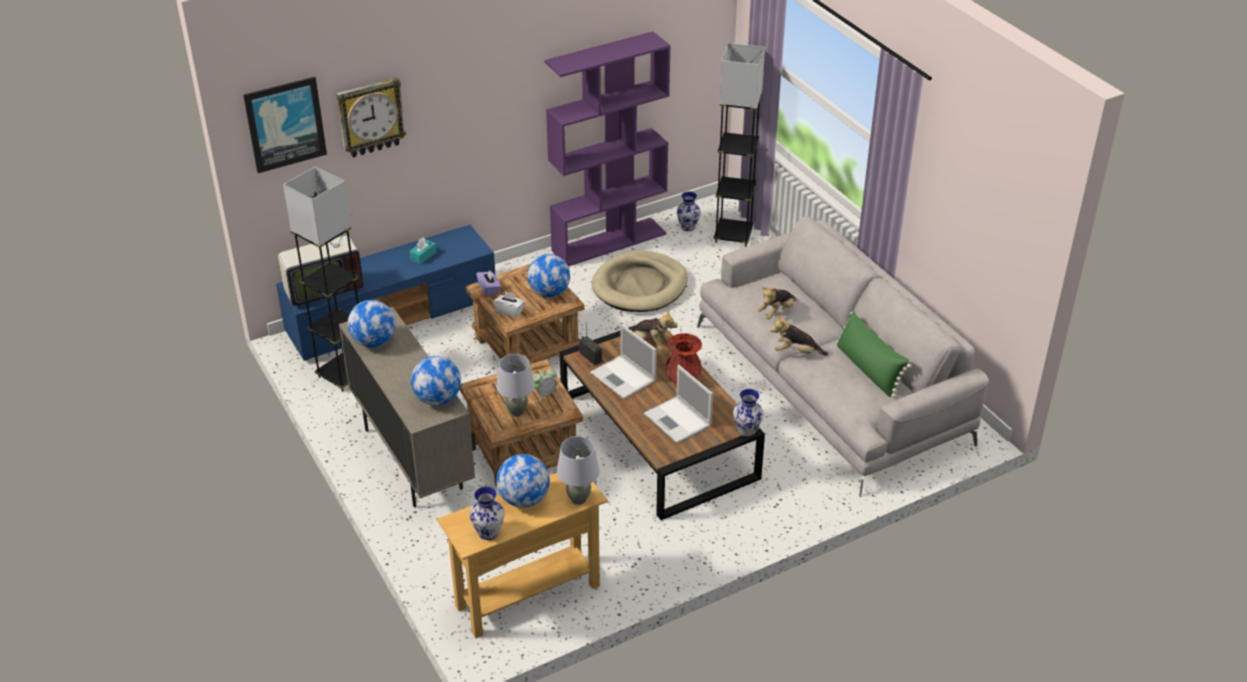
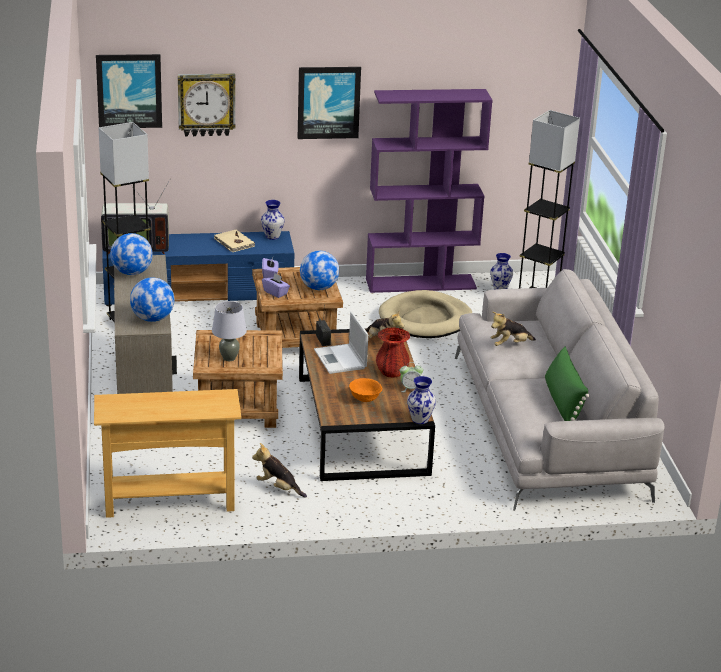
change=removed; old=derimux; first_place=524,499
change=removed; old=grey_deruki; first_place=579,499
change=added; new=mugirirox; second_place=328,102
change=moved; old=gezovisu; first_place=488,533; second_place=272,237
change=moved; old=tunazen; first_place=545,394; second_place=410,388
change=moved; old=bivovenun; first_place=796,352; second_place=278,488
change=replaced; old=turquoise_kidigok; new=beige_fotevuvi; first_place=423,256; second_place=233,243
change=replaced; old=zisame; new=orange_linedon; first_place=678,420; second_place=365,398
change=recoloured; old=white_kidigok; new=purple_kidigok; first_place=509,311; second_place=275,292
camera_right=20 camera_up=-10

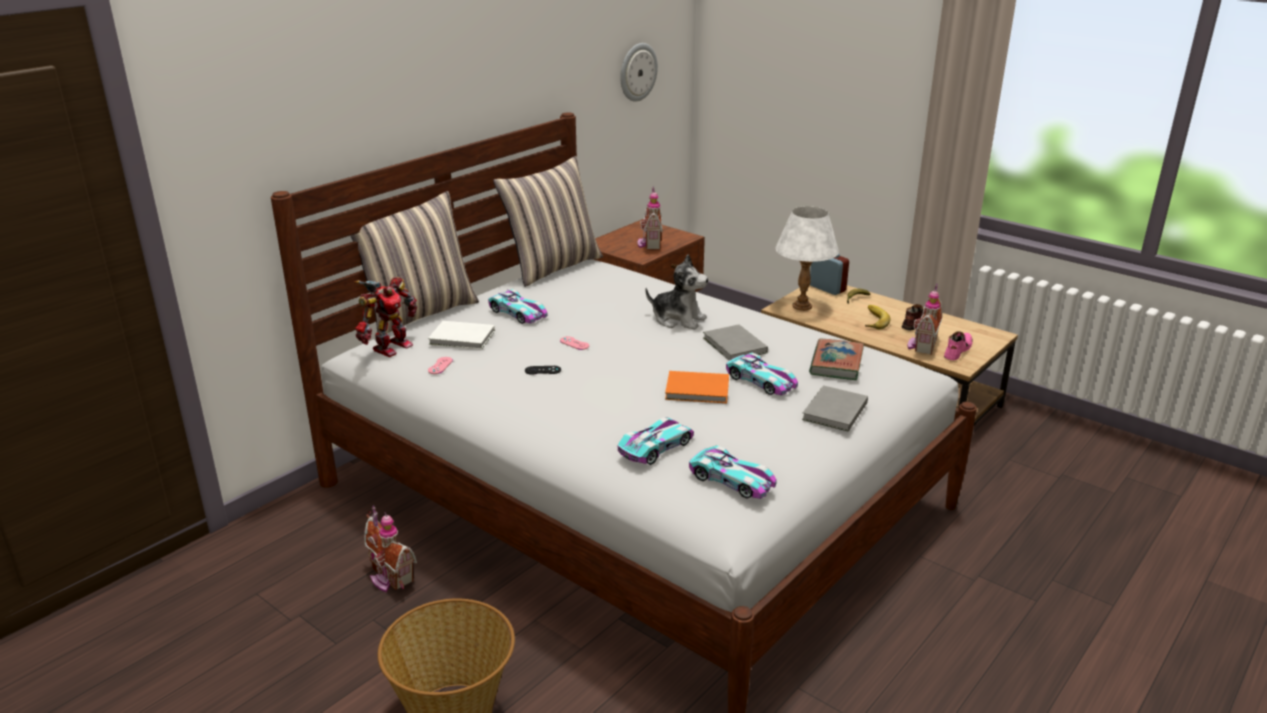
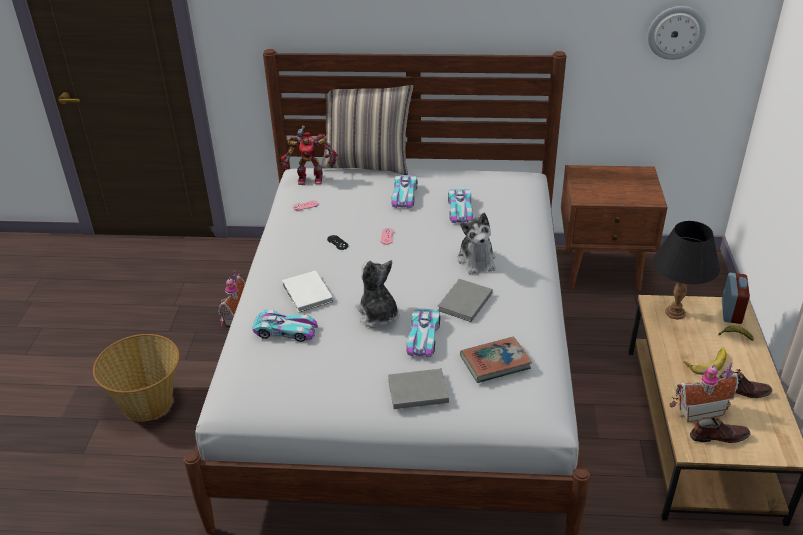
change=removed; old=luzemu; first_place=552,267
change=removed; old=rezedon; first_place=649,243
change=moved; old=white_fotevuvi; first_place=463,338; second_place=307,294
change=moved; old=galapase; first_place=732,480; second_place=460,210
change=replaced; old=orange_fotevuvi; new=bivovenun; first_place=699,390; second_place=378,315
change=recoloured; old=white_deruki; new=black_deruki; first_place=801,306; second_place=674,312
change=recoloured; old=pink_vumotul; new=brown_vumotul; first_place=957,350; second_place=718,436
camera_right=55 camera_up=10

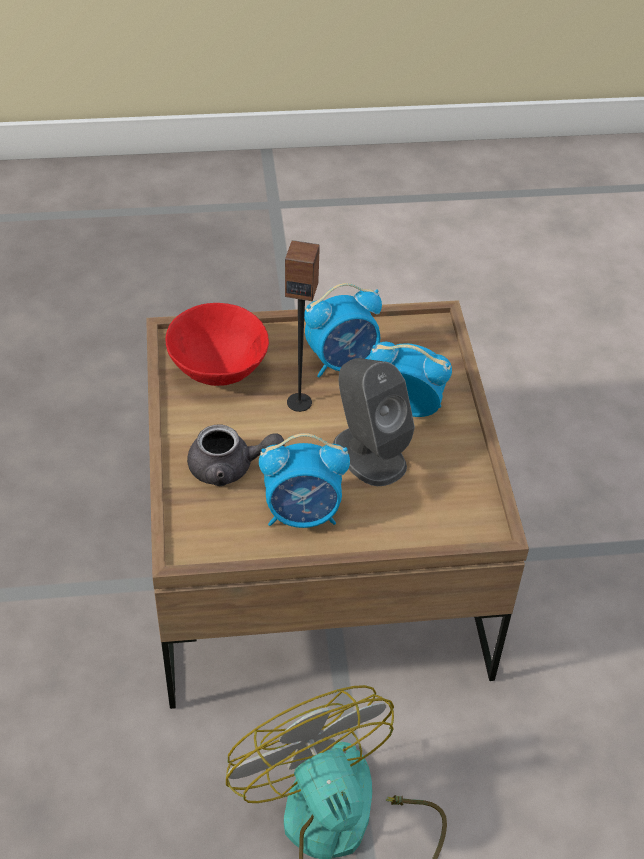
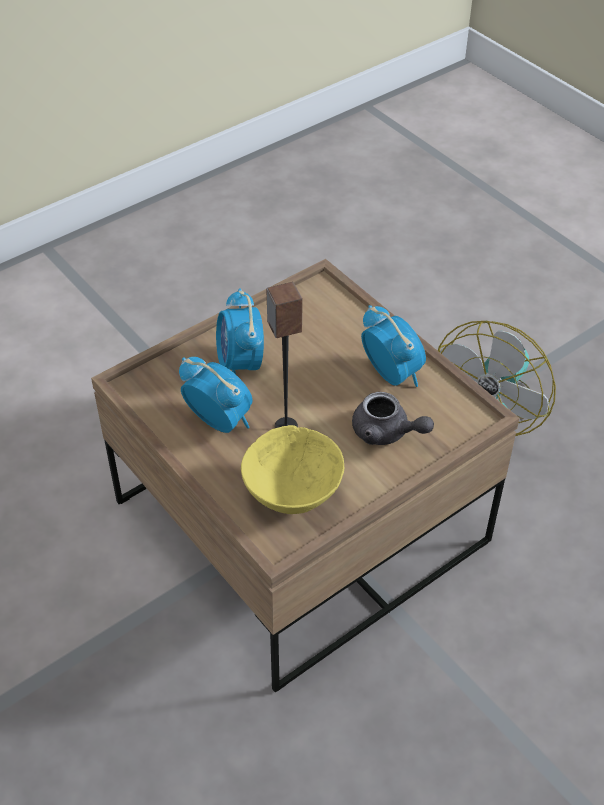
change=removed; old=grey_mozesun; first_place=368,454
change=recoloured; old=red_linedon; new=yellow_linedon; first_place=217,372; second_place=294,495
change=turned; old=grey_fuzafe; first_place=230,468; second_place=386,433; degrees=150
camera_right=-120 camera_up=0

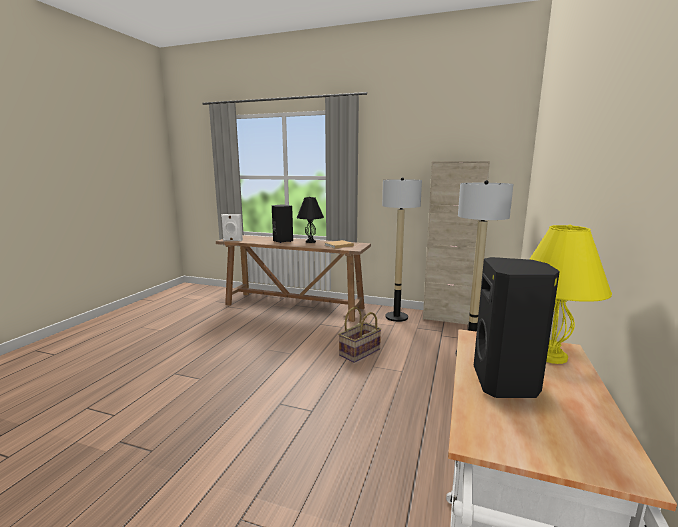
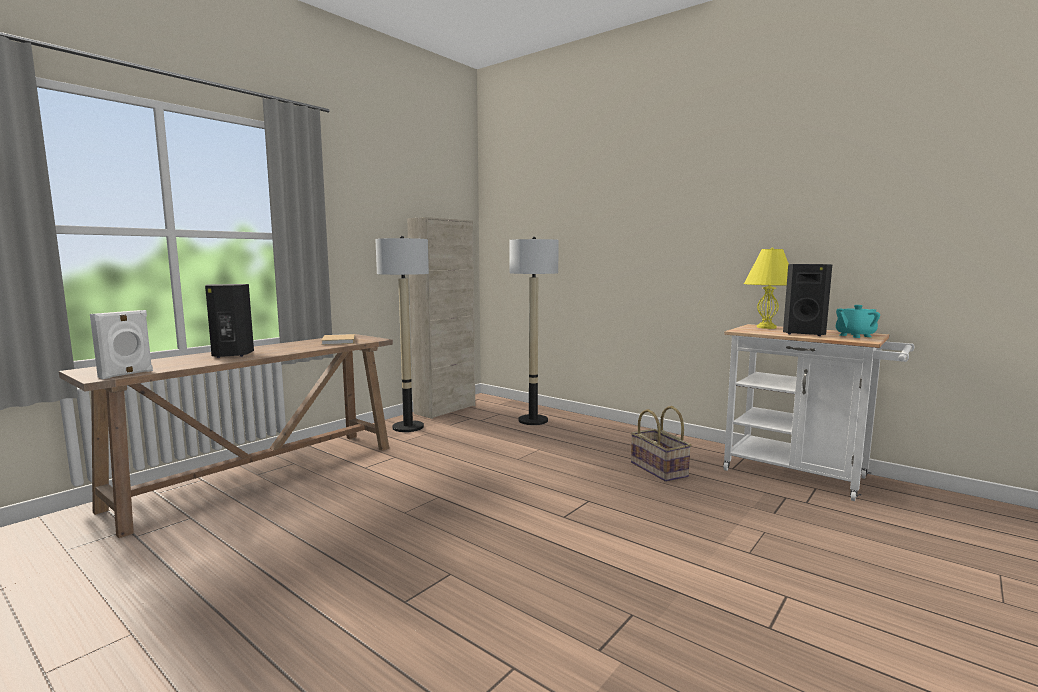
change=removed; old=black_deruki; first_place=310,242
change=added; new=turquoise_fuzafe; second_place=854,336
change=moved; old=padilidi; first_place=360,352; second_place=659,469
camera_right=-70 camera_up=-5

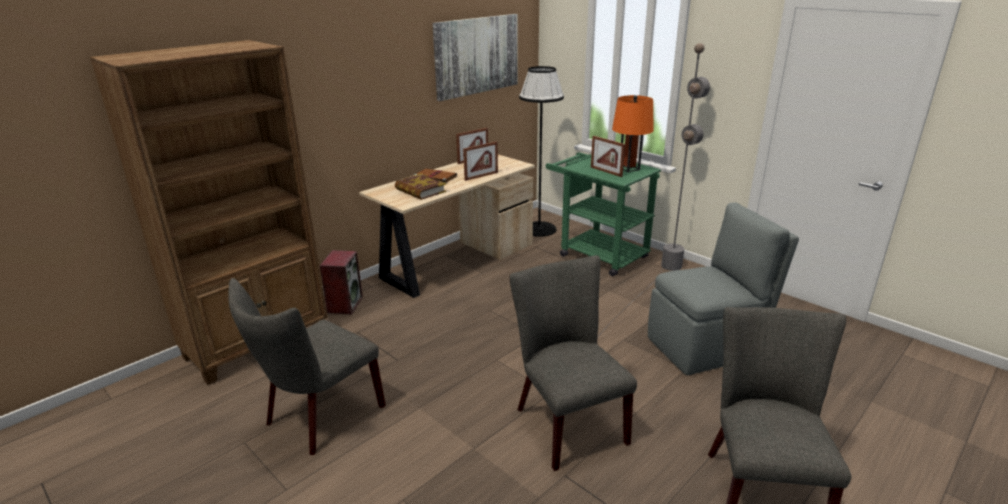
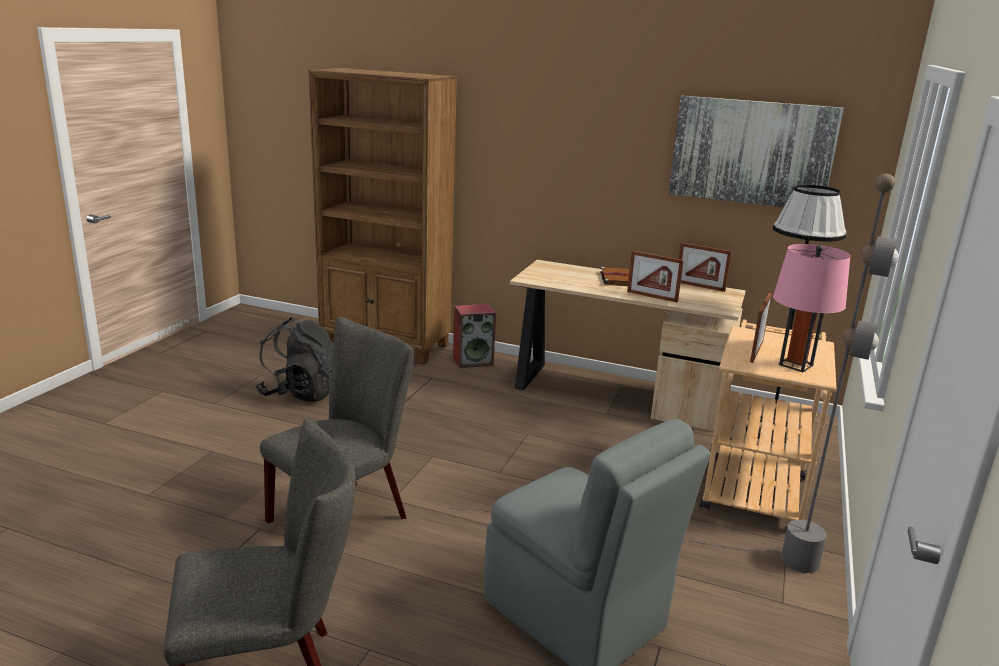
change=removed; old=fotevuvi; first_place=420,190
change=replaced; old=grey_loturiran; new=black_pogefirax; first_place=319,418; second_place=300,393
change=recoloured; old=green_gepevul; new=beige_gepevul; first_place=597,254; second_place=754,486
change=recoloured; old=orange_deruki; new=pink_deruki; first_place=629,168; second_place=796,365
camera_right=65 camera_up=-5

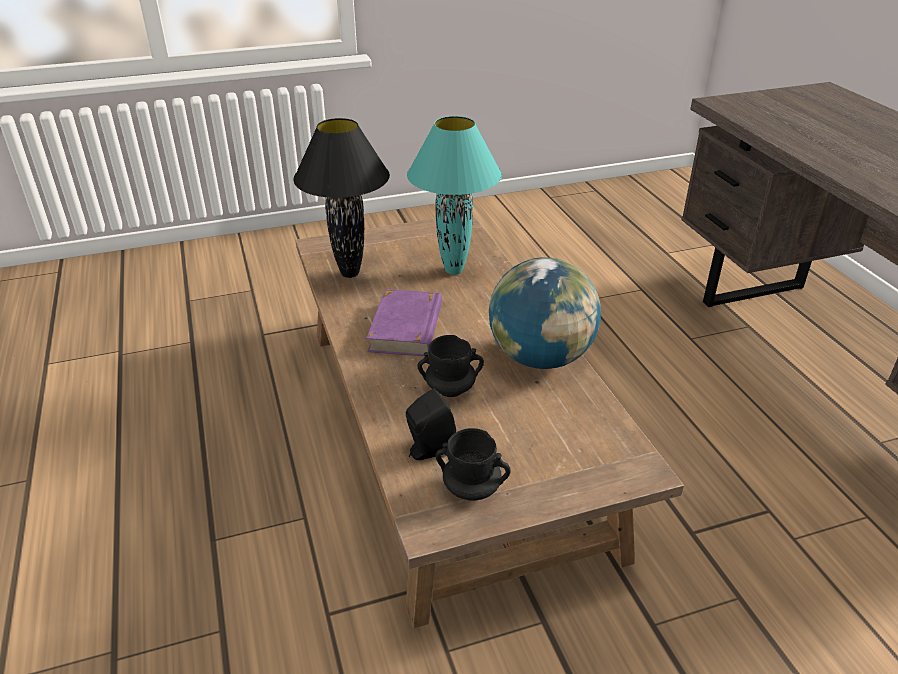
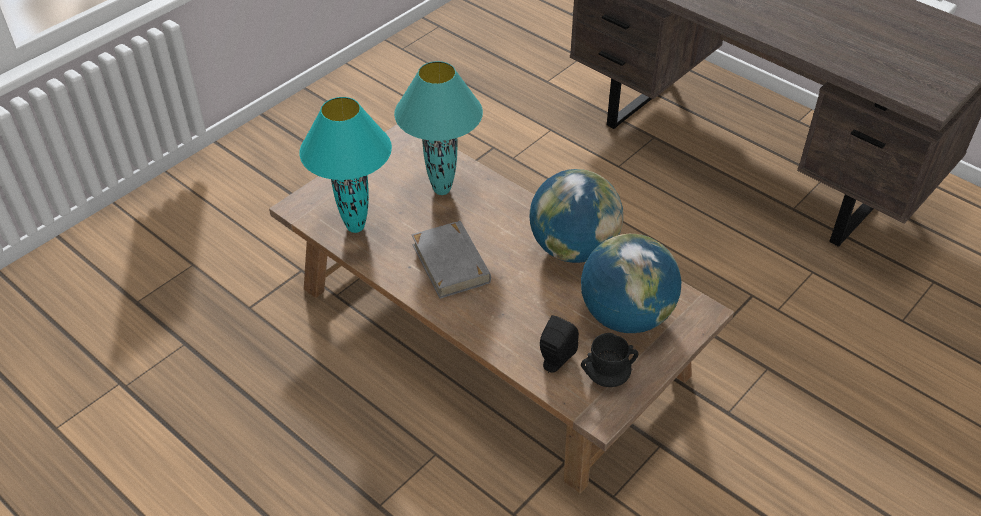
change=removed; old=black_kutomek; first_place=450,389
change=added; new=derimux; second_place=626,316
change=recoloured; old=black_deruki; new=turquoise_deruki; first_place=350,273; second_place=355,226
change=recoloured; old=purple_fotevuvi; new=grey_fotevuvi; first_place=407,328; second_place=451,263
camera_right=-30 camera_up=10

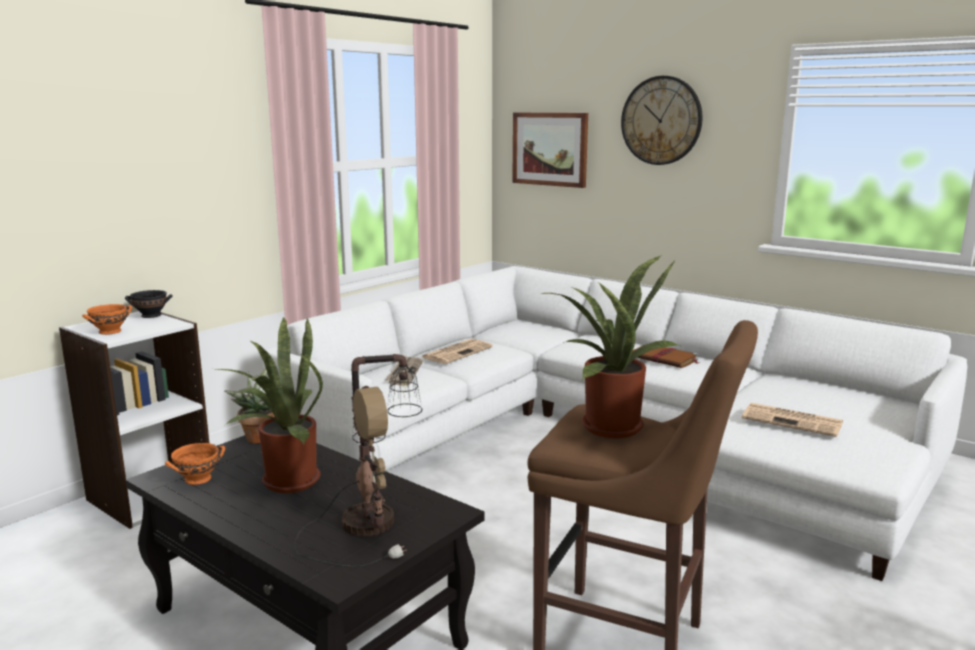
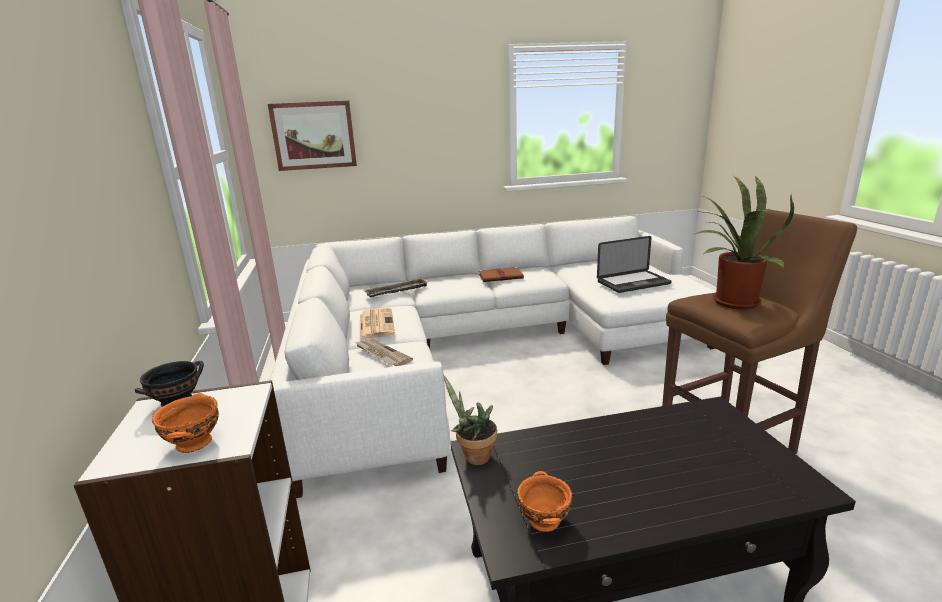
change=removed; old=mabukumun; first_place=285,481
change=removed; old=deruki; first_place=369,521
change=removed; old=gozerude; first_place=661,120
change=added; new=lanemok; second_place=397,291
change=replaced; old=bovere; new=zisame; first_place=793,421; second_place=633,283
camera_right=-50 camera_up=5

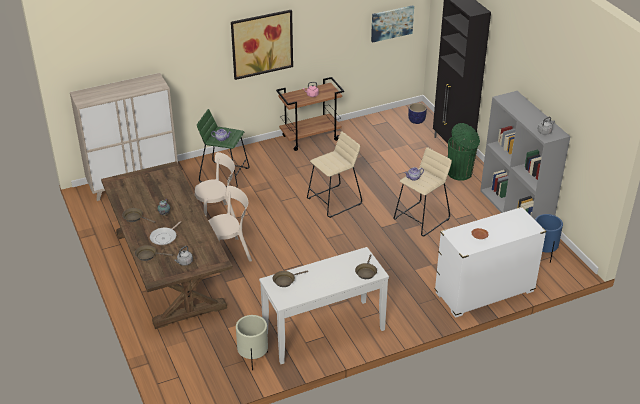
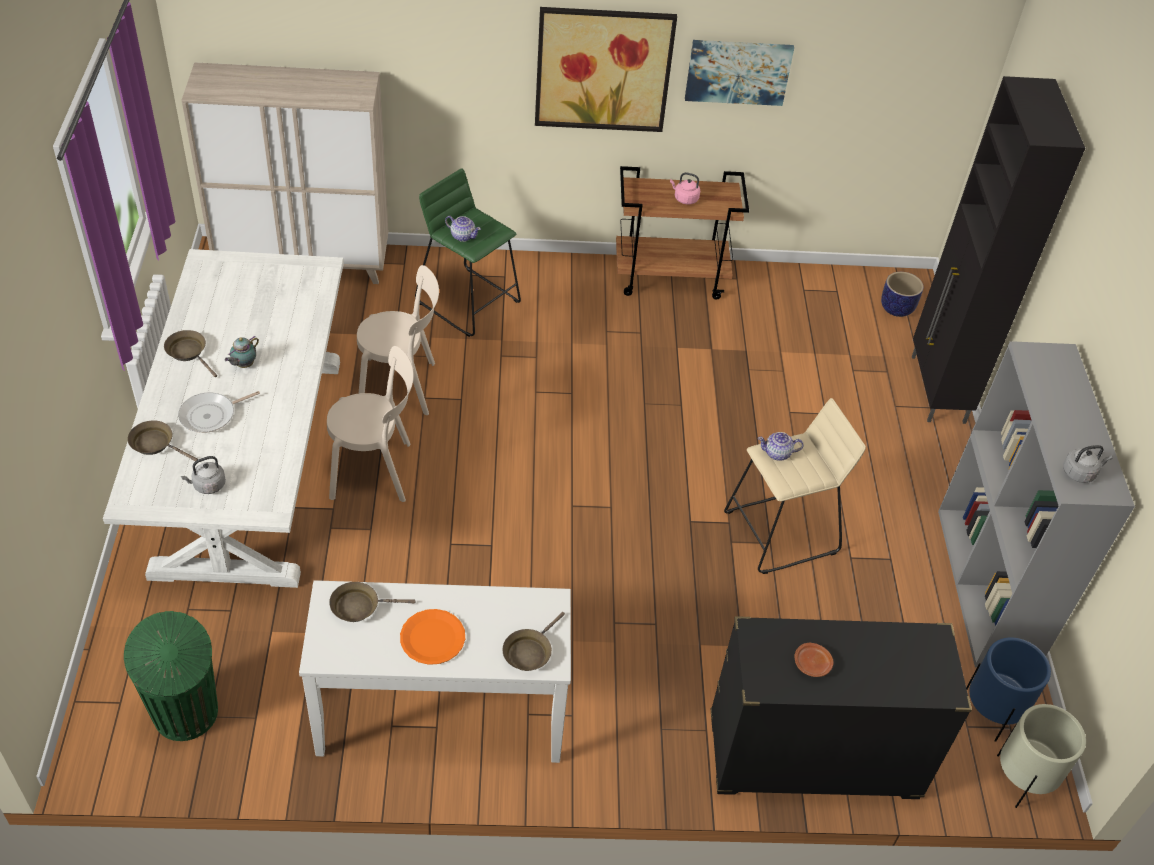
change=removed; old=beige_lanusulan; first_place=334,201
change=added; new=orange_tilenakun; second_place=432,638
change=moved; old=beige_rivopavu; first_place=253,358; second_place=1022,779
change=moved; old=mugirirox; first_place=392,23; second_place=738,71
change=moved; old=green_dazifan; first_place=460,173; second_place=186,715
change=recoloured; old=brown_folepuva; new=white_folepuva; first_place=168,269; second_place=249,462
change=recoloured; old=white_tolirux; new=black_tolirux; first_place=484,292; second_place=812,757
camera_right=20 camera_up=10

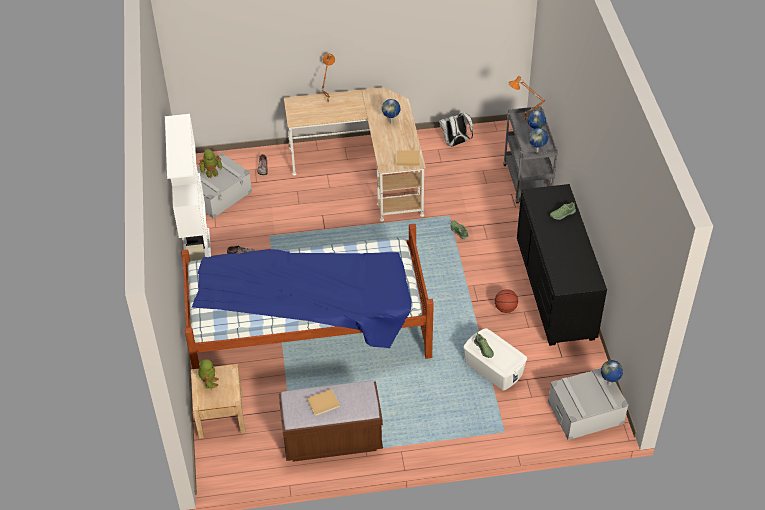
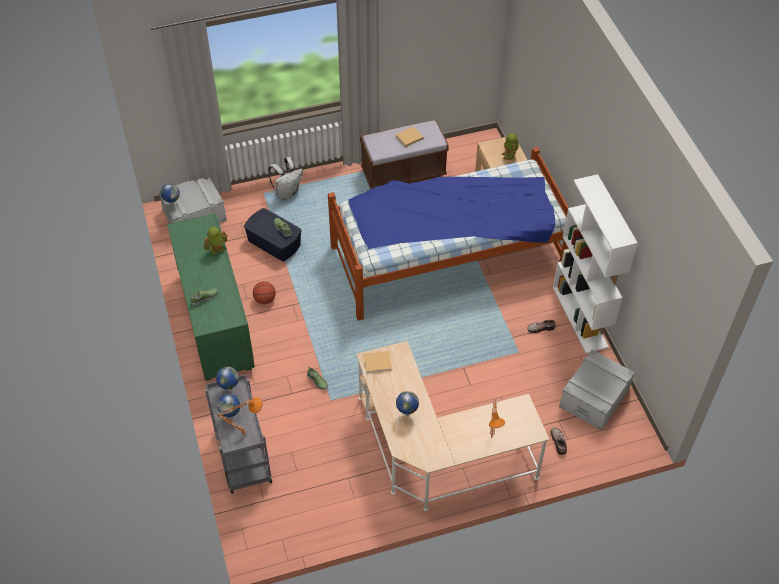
change=moved; old=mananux; first_place=211,172; second_place=217,250
change=moved; old=white_pogefirax; first_place=455,143; second_place=287,193
change=recoloured; old=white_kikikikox; new=blue_kikikikox; first_place=494,367; second_place=274,243
change=recoloured; old=black_tolirux; new=green_tolirux; first_place=555,292; second_place=215,322
camera_right=170 camera_up=5

